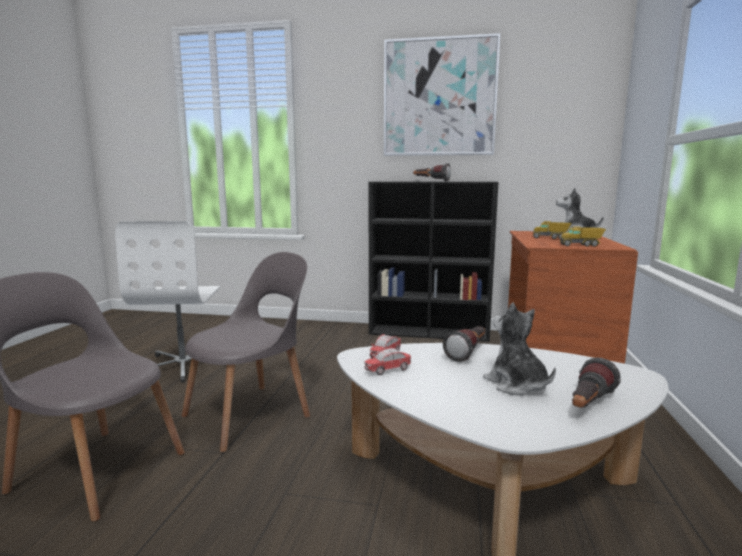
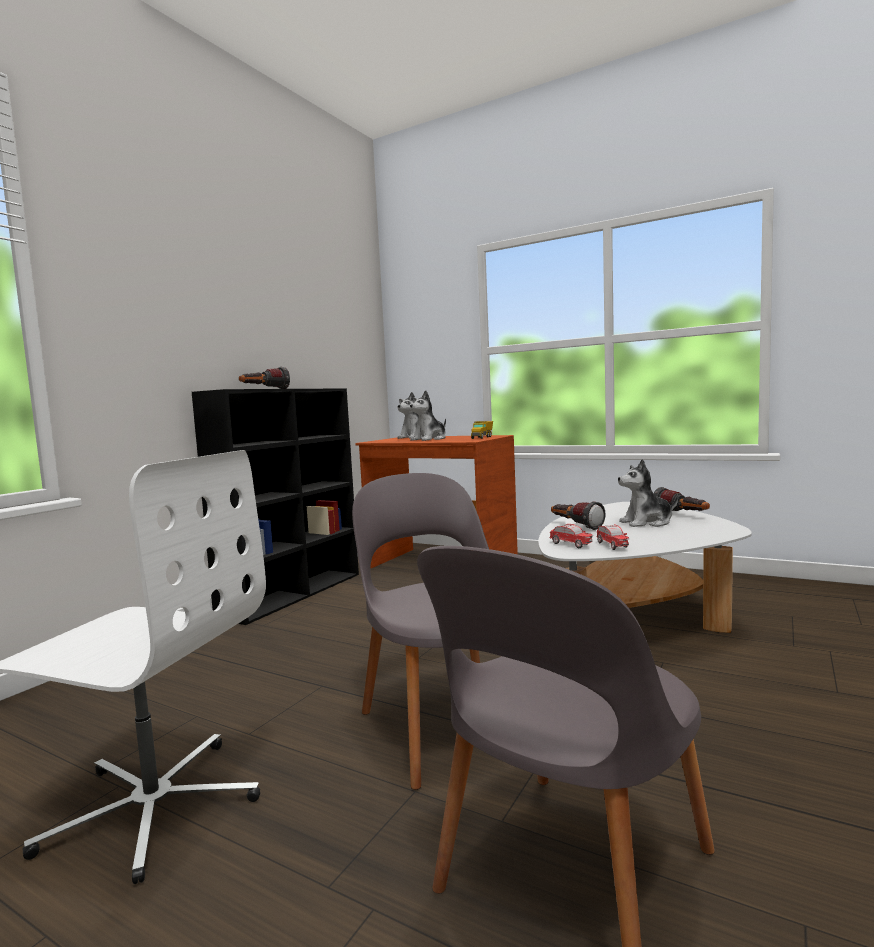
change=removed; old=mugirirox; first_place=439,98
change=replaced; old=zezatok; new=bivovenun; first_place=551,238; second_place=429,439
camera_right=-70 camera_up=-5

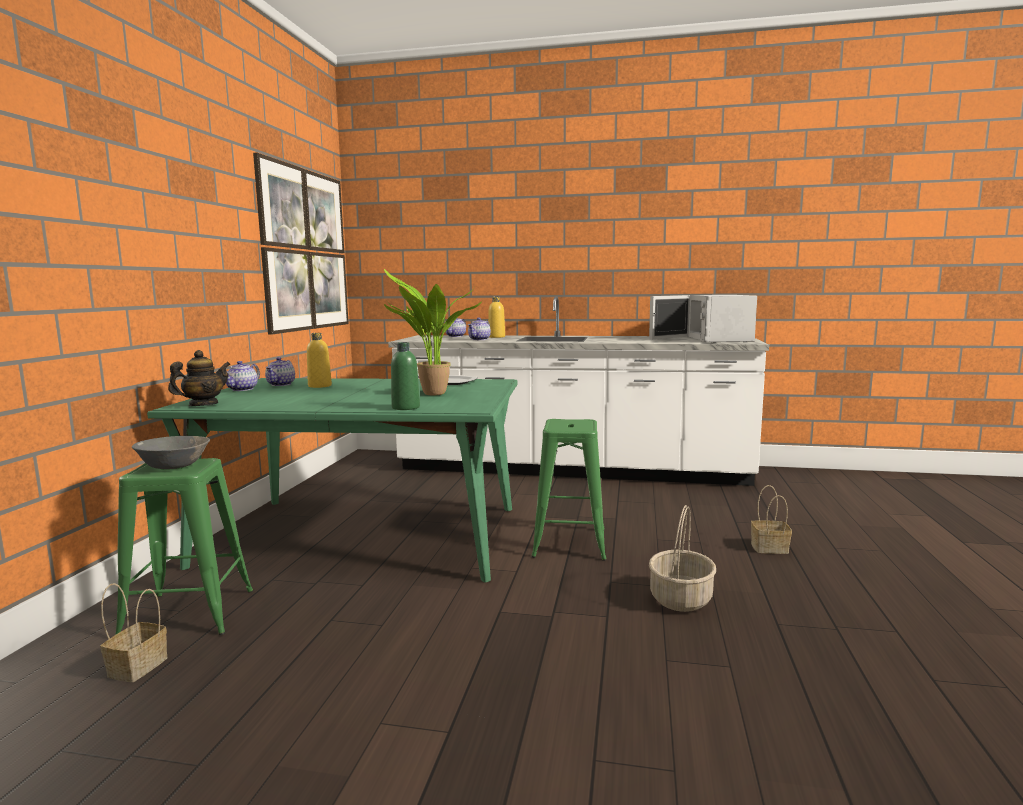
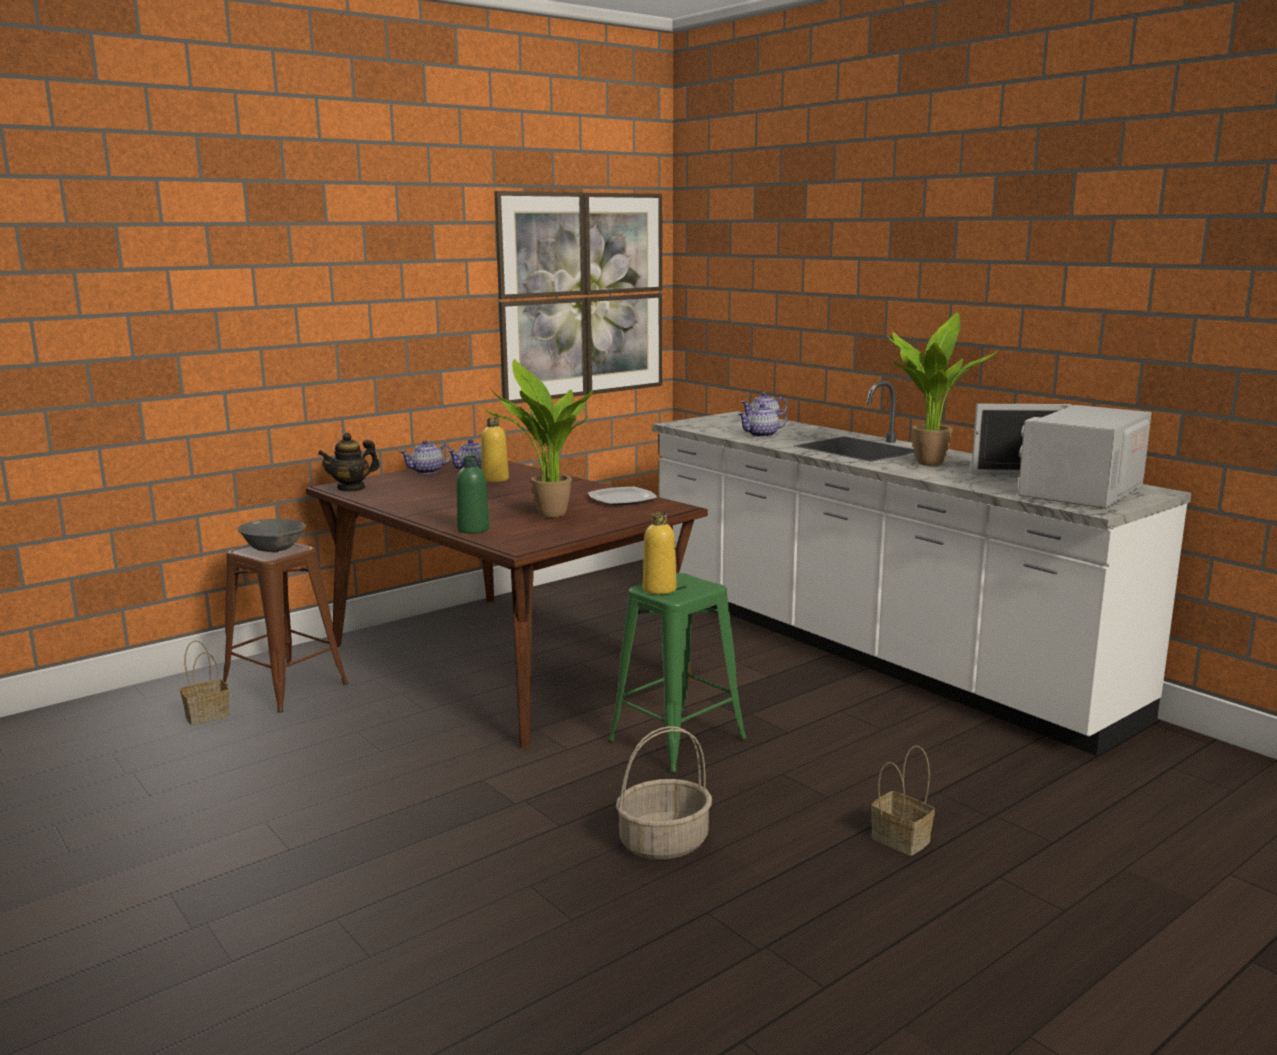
change=added; new=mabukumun; second_place=925,463
change=moved; old=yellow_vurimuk; first_place=496,337; second_place=659,589
change=recoloured; old=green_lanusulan; new=brown_lanusulan; first_place=190,614; second_place=285,687
change=recoloured; old=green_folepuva; new=brown_folepuva; first_place=365,536; second_place=506,662
change=turned; old=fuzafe; first_place=203,405; second_place=351,488; degrees=150
camera_right=40 camera_up=5

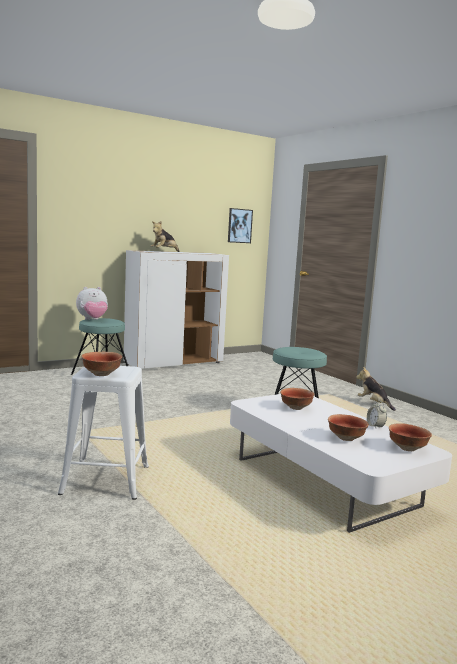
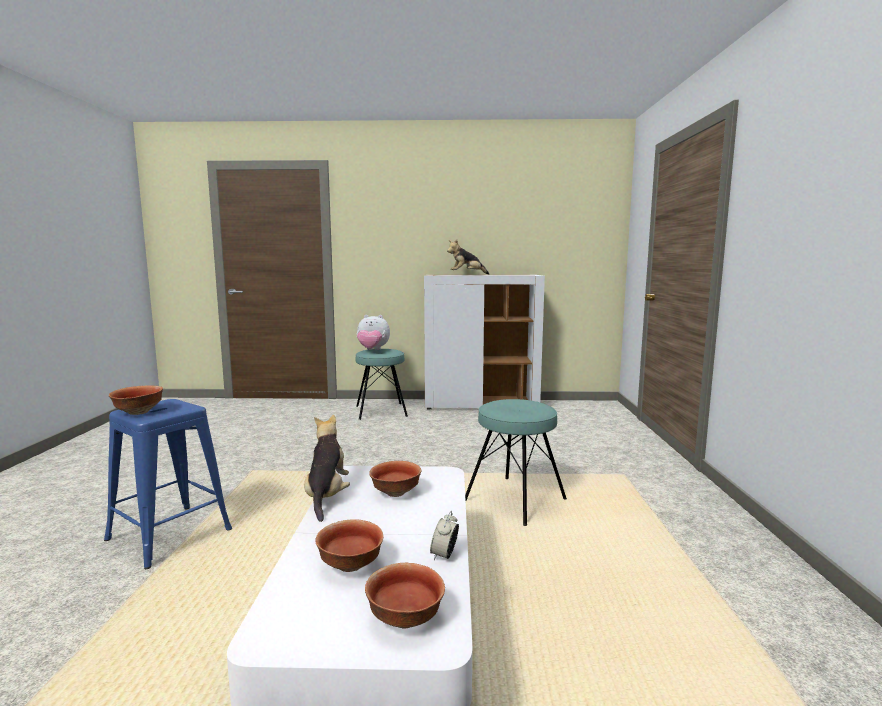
change=removed; old=mugirirox; first_place=239,226
change=moved; old=bivovenun; first_place=373,404; second_place=327,496
change=recoloured; old=white_lanusulan; new=blue_lanusulan; first_place=106,479; second_place=170,534
camera_right=35 camera_up=0

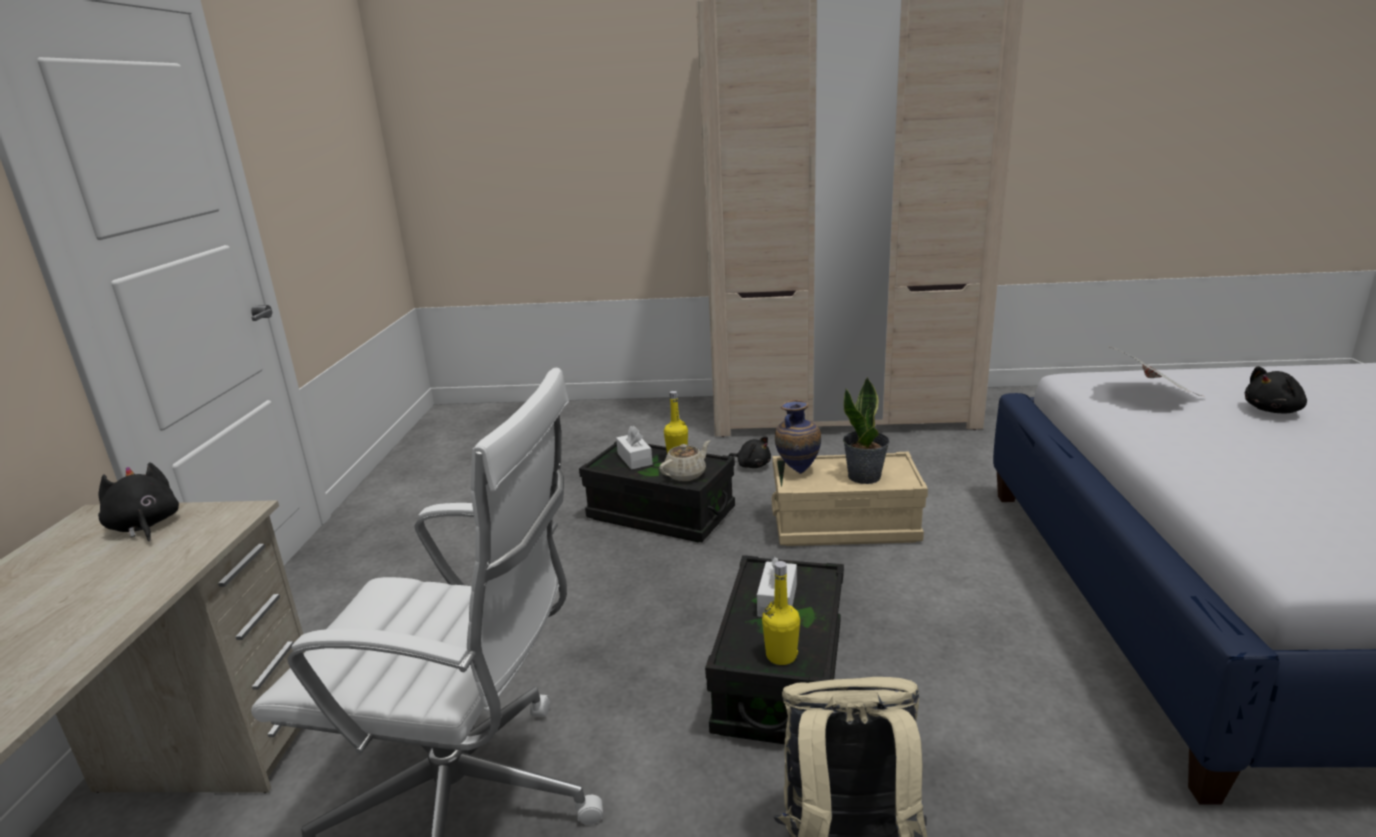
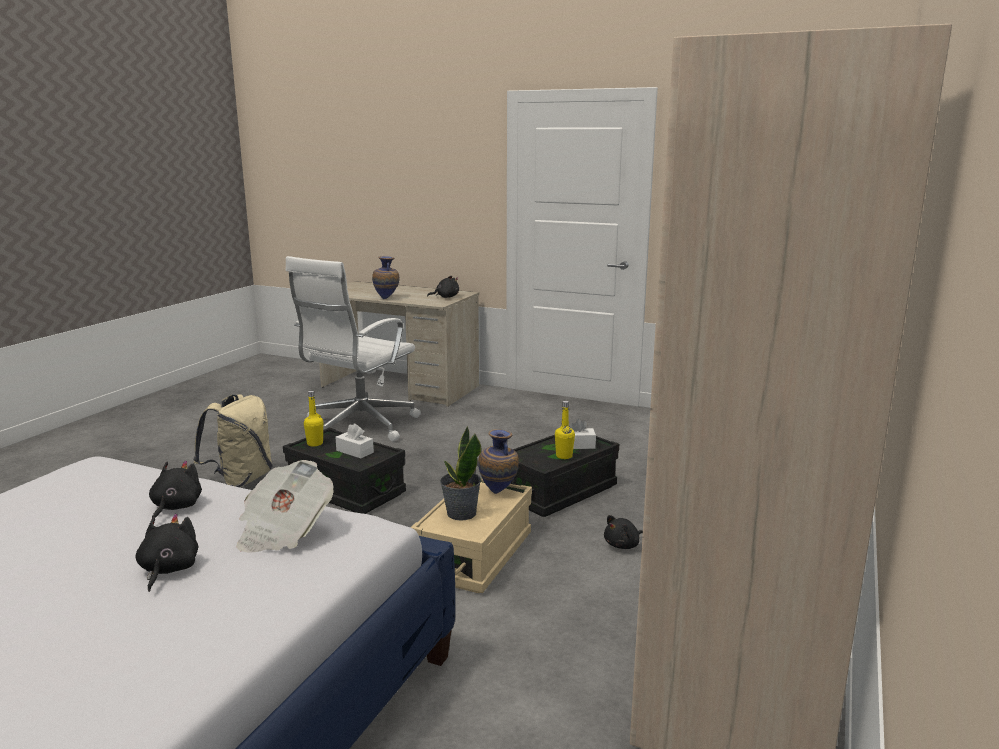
change=removed; old=beige_fuzafe; first_place=686,474
change=added; new=black_bivovenun; second_place=175,507
change=added; new=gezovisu; second_place=387,299
camera_right=110 camera_up=-5

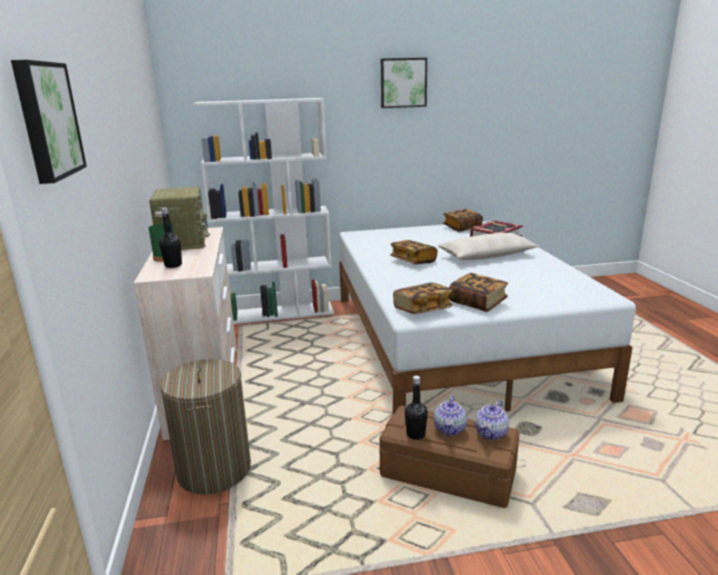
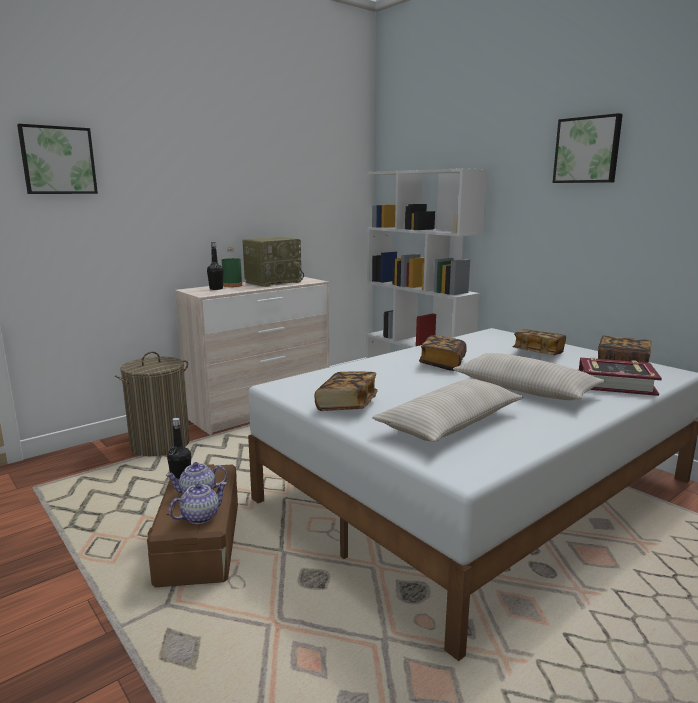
change=added; new=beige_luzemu; second_place=450,424
change=moved; old=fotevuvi; first_place=422,310; second_place=538,353
change=turned; old=fuzafe; first_place=491,433; second_place=200,516; degrees=135
camera_right=60 camera_up=-5

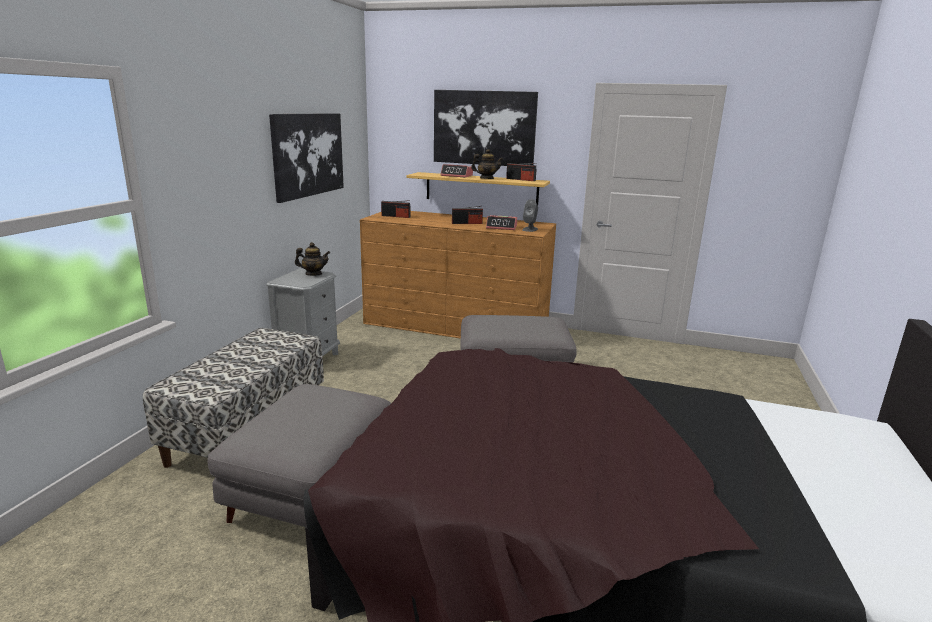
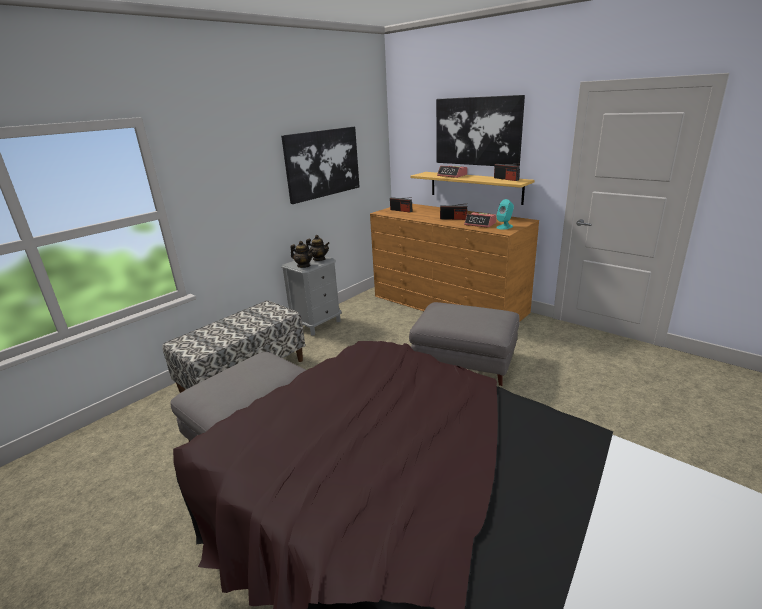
change=moved; old=fuzafe; first_place=486,178; second_place=303,266
change=recoloured; old=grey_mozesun; new=turquoise_mozesun; first_place=530,229; second_place=504,227
camera_right=25 camera_up=5

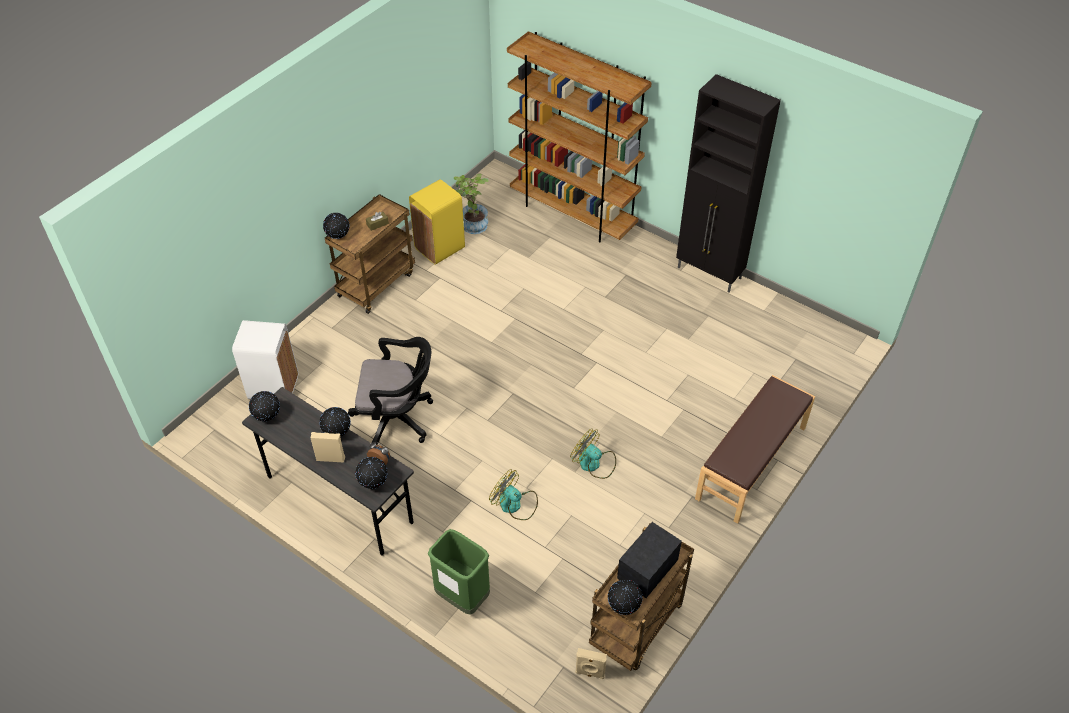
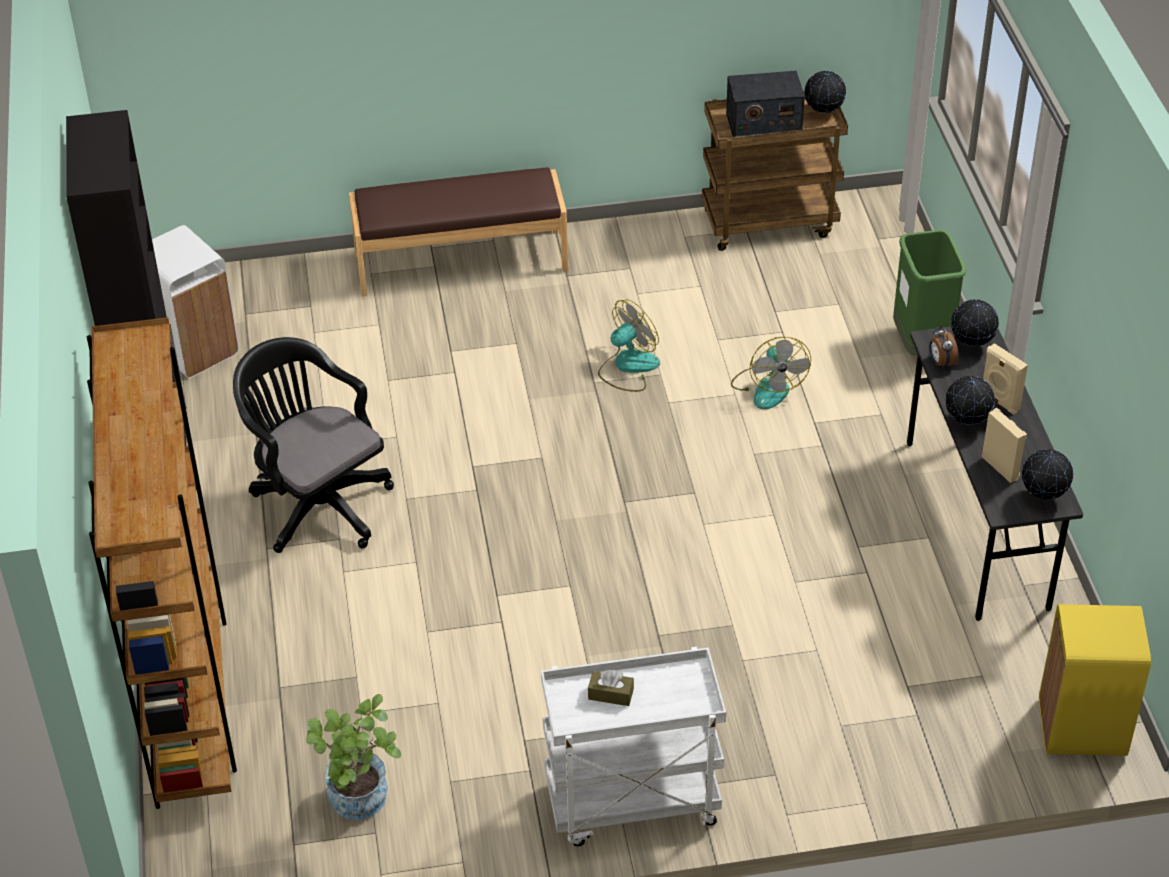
change=removed; old=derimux; first_place=338,238
change=moved; old=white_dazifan; first_place=273,387; second_place=195,348
change=moved; old=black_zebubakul; first_place=398,419; second_place=317,503
change=moved; old=yellow_dazifan; first_place=439,248; second_place=1082,729
change=moved; old=beige_mozesun; first_place=590,673; second_place=1001,467
change=recoloured; old=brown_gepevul; new=white_gepevul; first_place=376,283; second_place=631,804
change=turned; old=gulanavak; first_place=594,463; second_place=628,367; degrees=-120
camera_right=-135 camera_up=-5

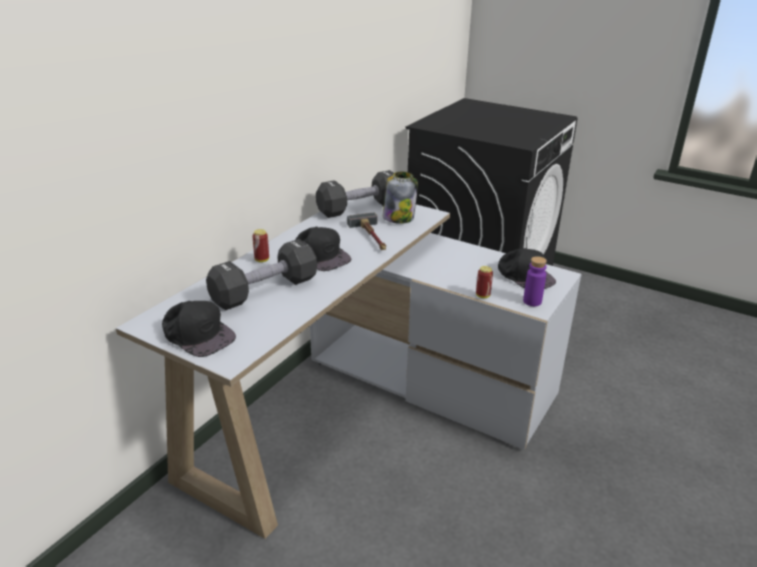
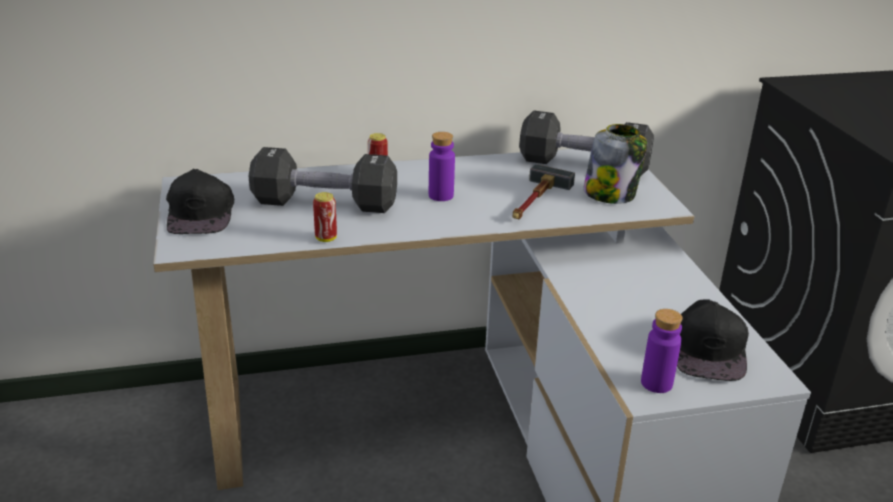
change=moved; old=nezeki; first_place=482,296; second_place=326,238
change=replaced; old=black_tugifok; new=purple_vurimuk; first_place=320,256; second_place=441,195
camera_right=45 camera_up=0

